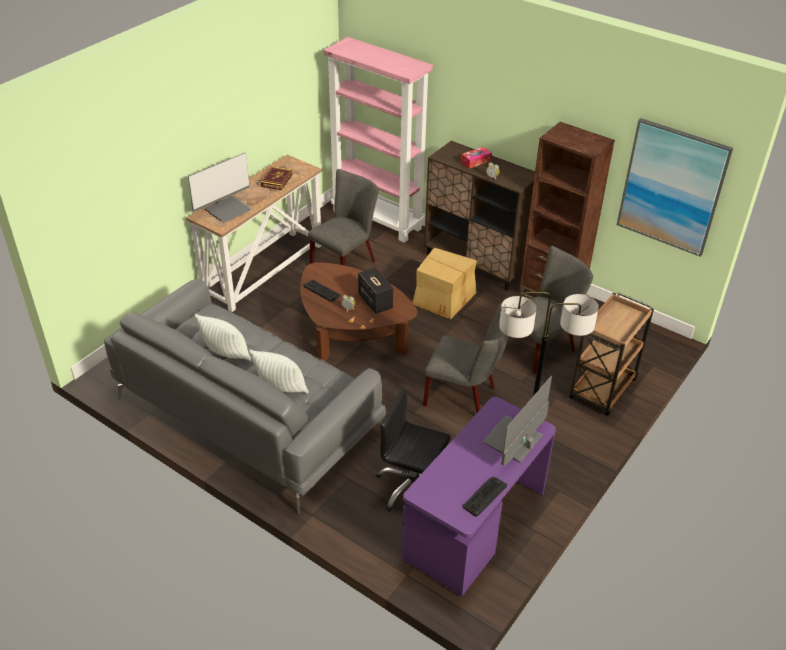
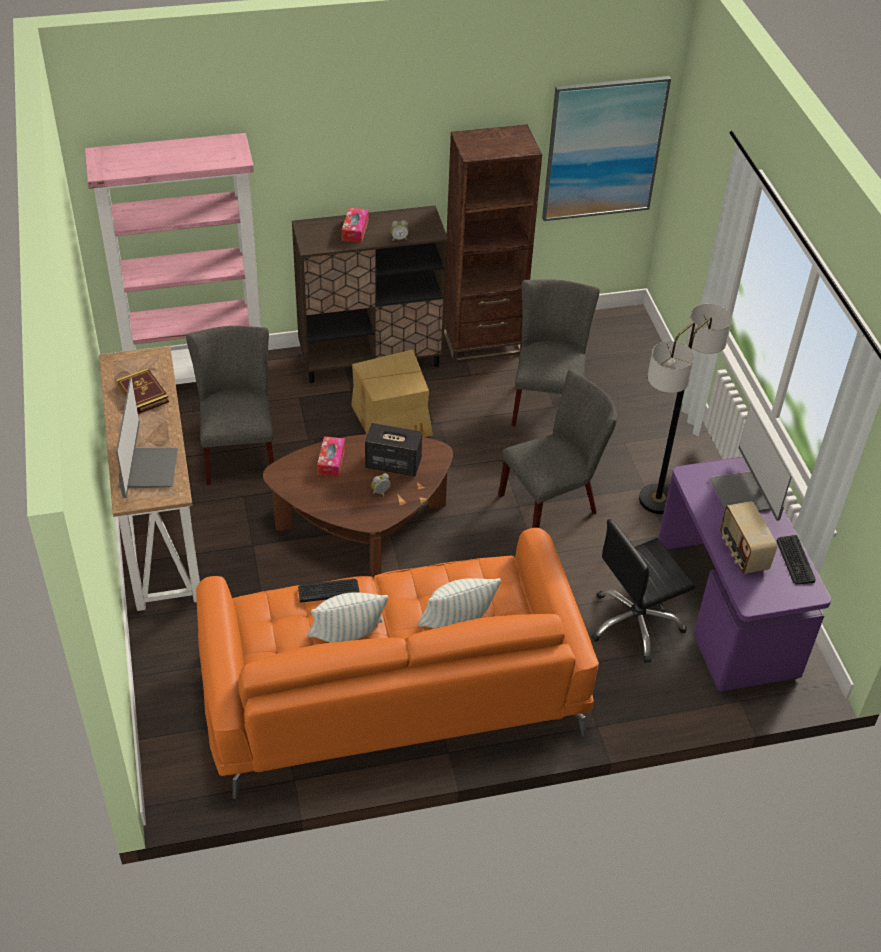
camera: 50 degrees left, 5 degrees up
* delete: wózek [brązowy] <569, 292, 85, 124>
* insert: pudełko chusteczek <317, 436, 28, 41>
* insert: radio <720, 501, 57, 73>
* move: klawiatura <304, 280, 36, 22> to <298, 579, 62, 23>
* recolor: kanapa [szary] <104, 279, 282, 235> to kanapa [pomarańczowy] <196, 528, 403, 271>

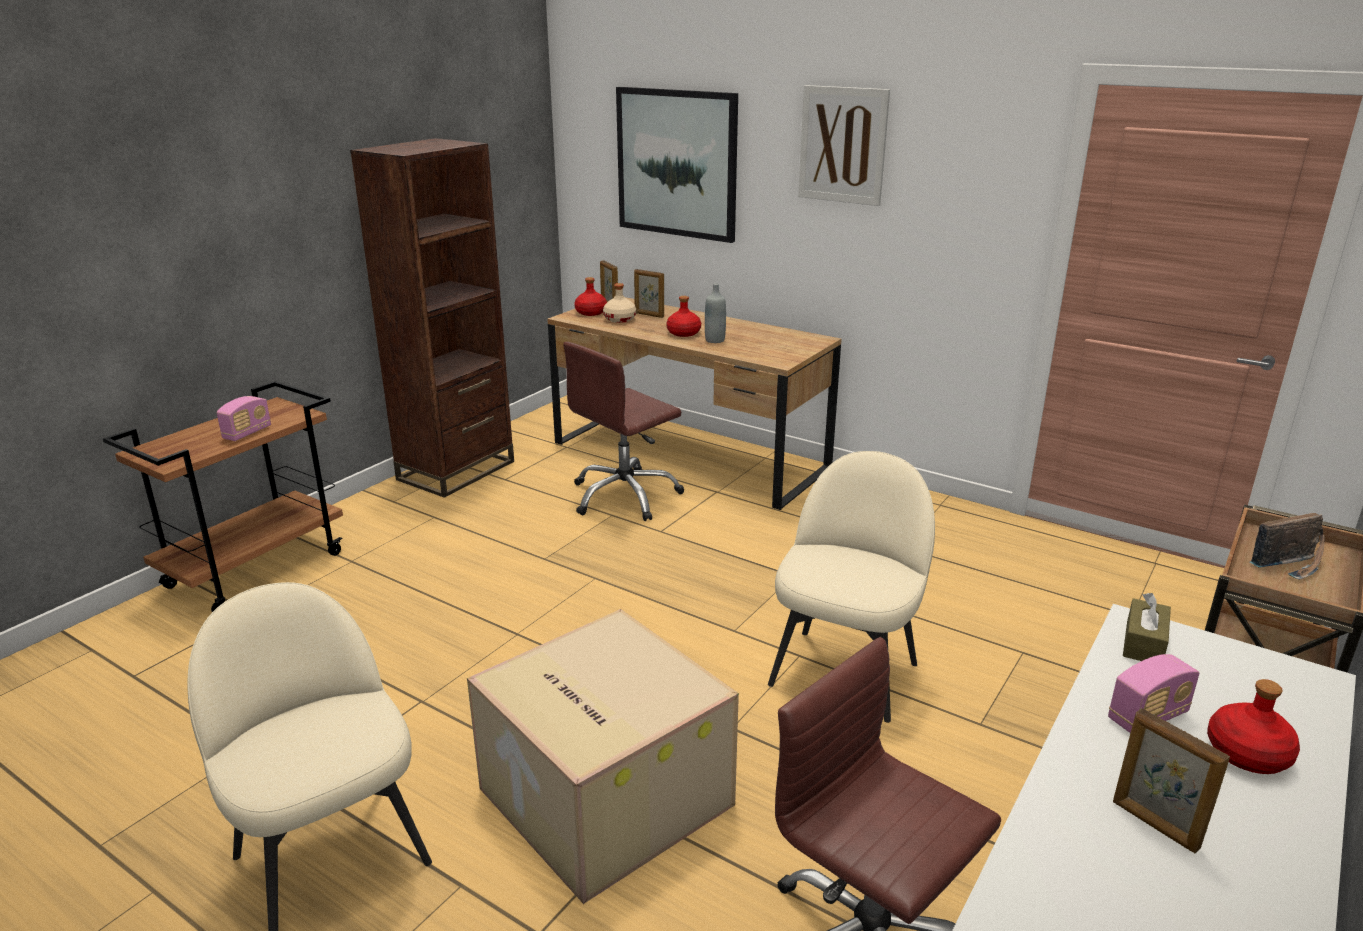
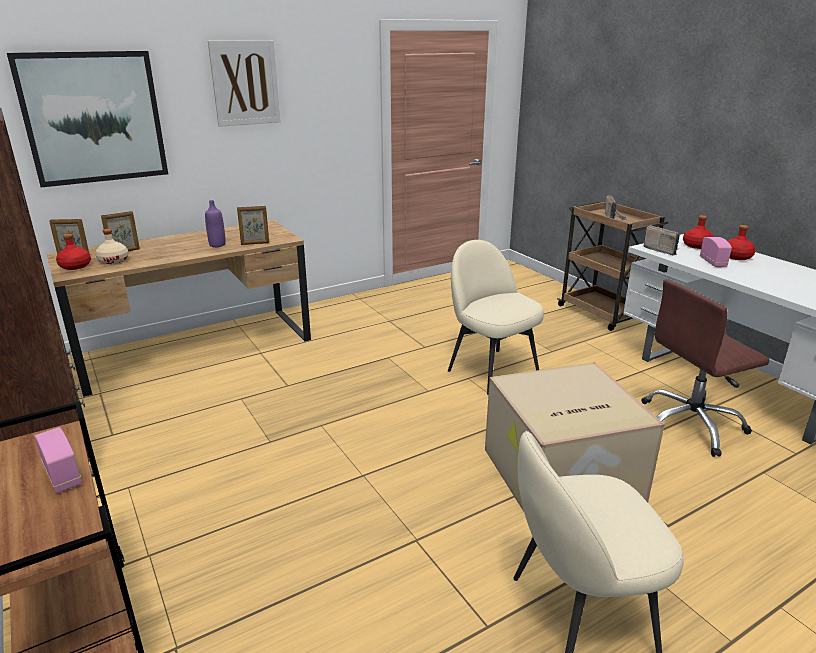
camera: 65 degrees left, 0 degrees up
* delete: krzesło biurowe [brązowy] <563, 342, 121, 179>
* move: butelka [czerwony] <666, 296, 35, 41> to <683, 215, 31, 34>
* move: ramka na zdjęcie <1113, 708, 117, 145> to <237, 206, 32, 39>
* replace: pudełko chusteczek [brązowy] <1123, 593, 48, 68> to radio <644, 225, 36, 31>
* recolor: butelka [szary] <705, 283, 21, 60> to butelka [fioletowy] <205, 200, 21, 47>

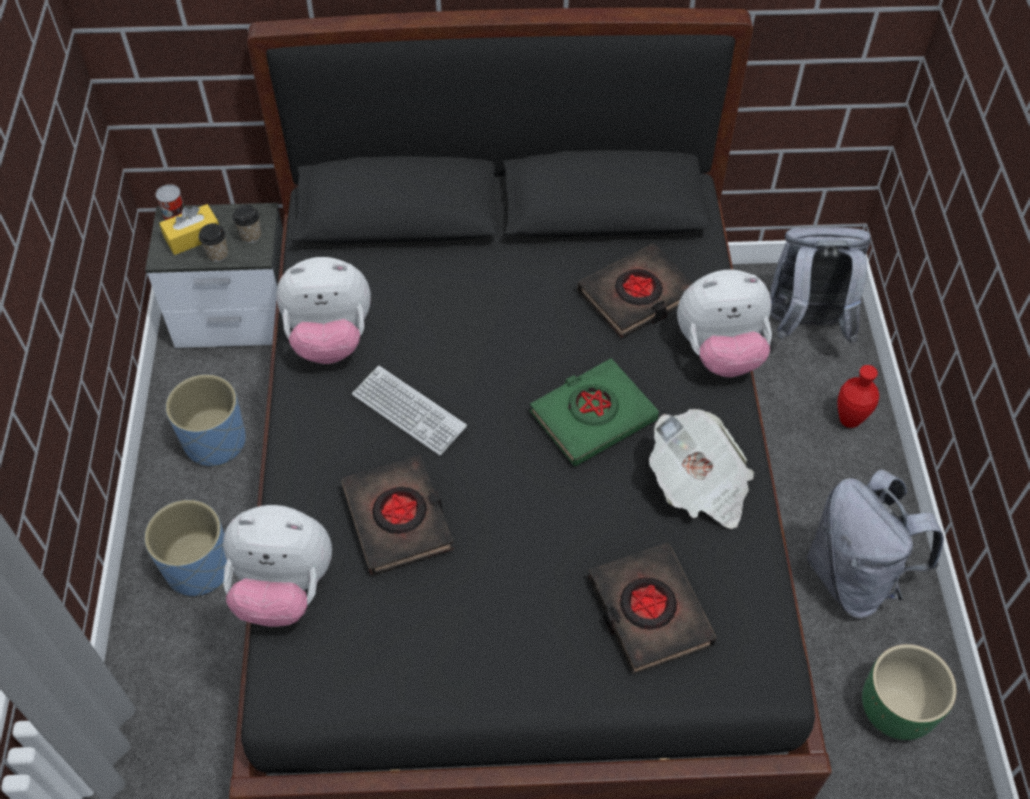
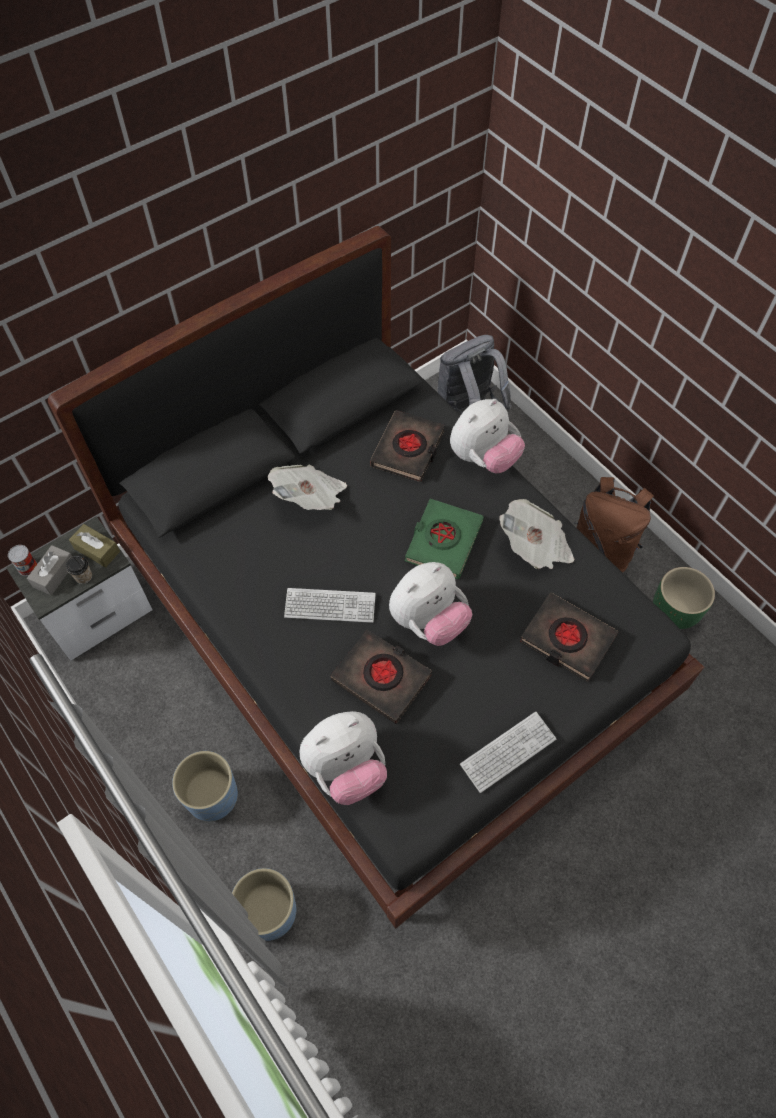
camera: 35 degrees left, 5 degrees up
* delete: wazon [czerwony] <837, 365, 42, 63>
* insert: gazeta <268, 465, 79, 45>
* insert: klawiatura <460, 712, 96, 81>
* move: donica [niebieski] <166, 374, 80, 93> to <232, 868, 64, 73>
* move: pluszak <276, 257, 95, 107> to <389, 562, 84, 84>
* replace: filiżanka <233, 205, 28, 38> to pudełko chusteczek [brązowy] <69, 524, 51, 44>
* recolor: pudełko chusteczek [żółty] <159, 204, 60, 51> to pudełko chusteczek [szary] <27, 545, 45, 50>
* recolor: plecak [szary] <807, 469, 137, 149> to plecak [brązowy] <573, 477, 81, 96>

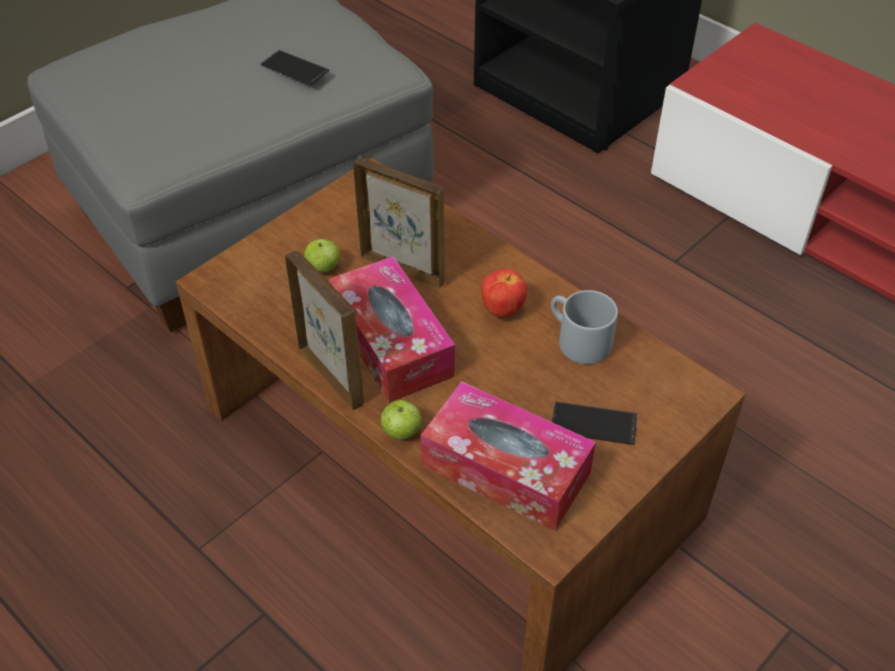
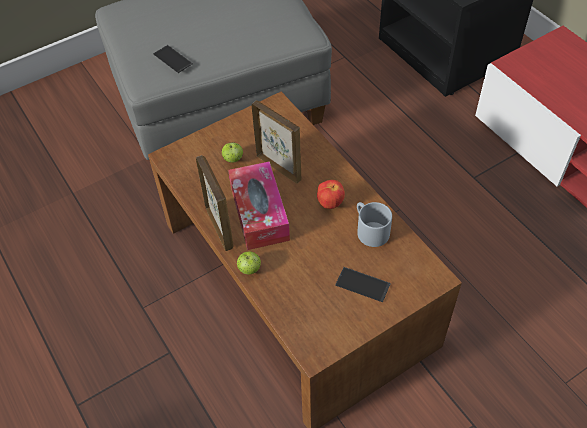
camera: 15 degrees right, 5 degrees up
* delete: pudełko chusteczek <421, 381, 175, 150>
* move: telefon <260, 50, 69, 35> to <153, 45, 40, 28>

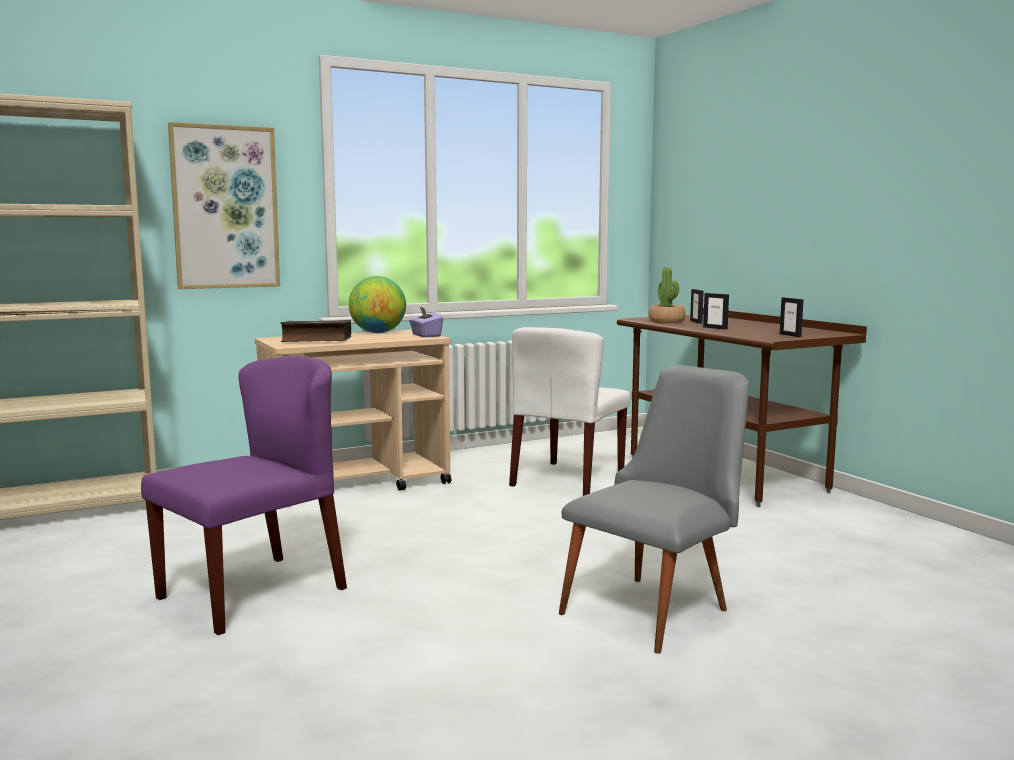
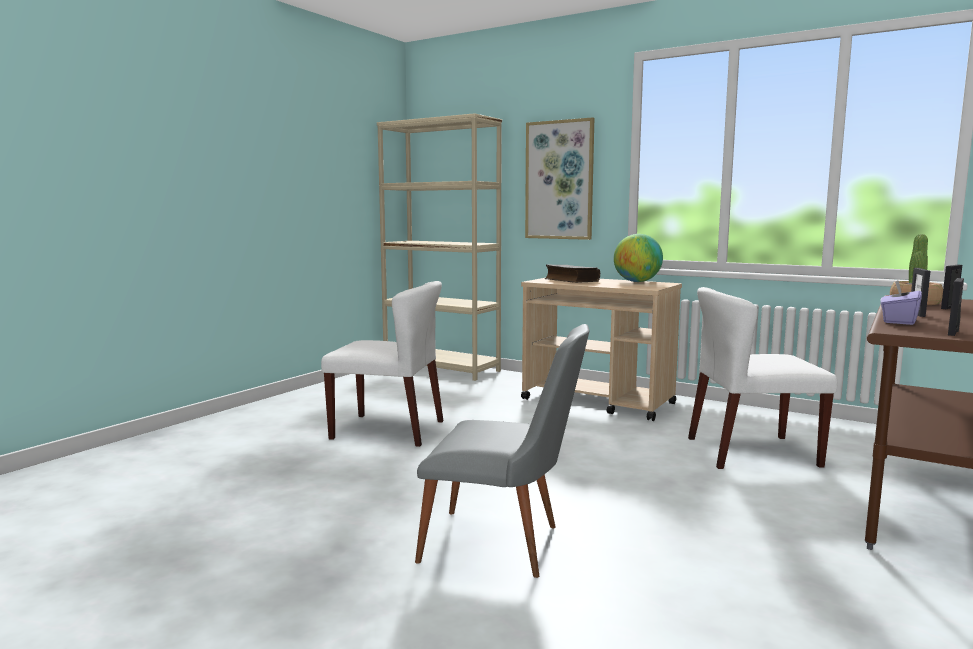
camera: 60 degrees right, 0 degrees up
* move: pudełko chusteczek [fioletowy] <409, 307, 34, 30> to <880, 281, 42, 44>
* recolor: krzesło [fioletowy] <141, 356, 206, 279> to krzesło [biały] <321, 281, 122, 166>

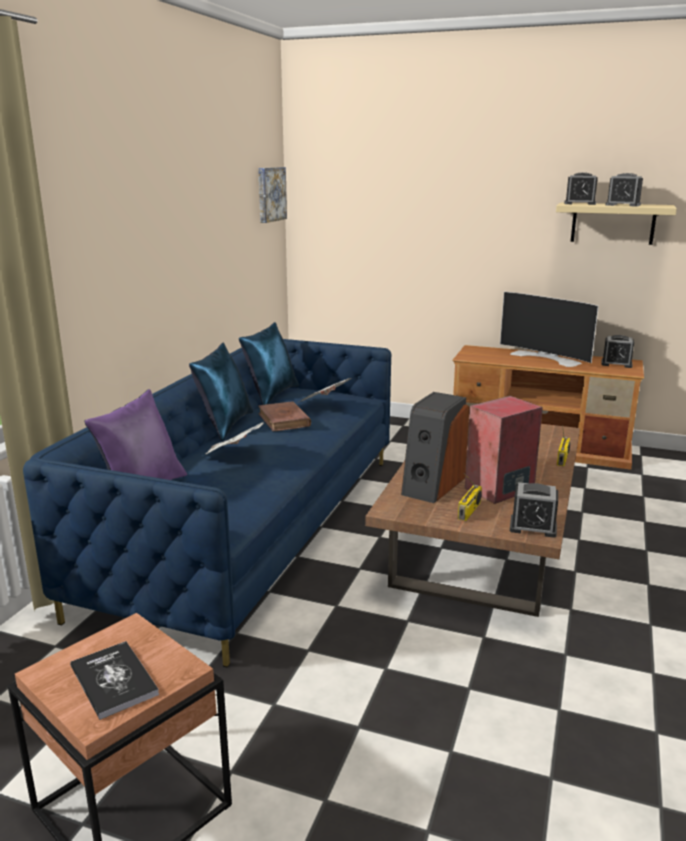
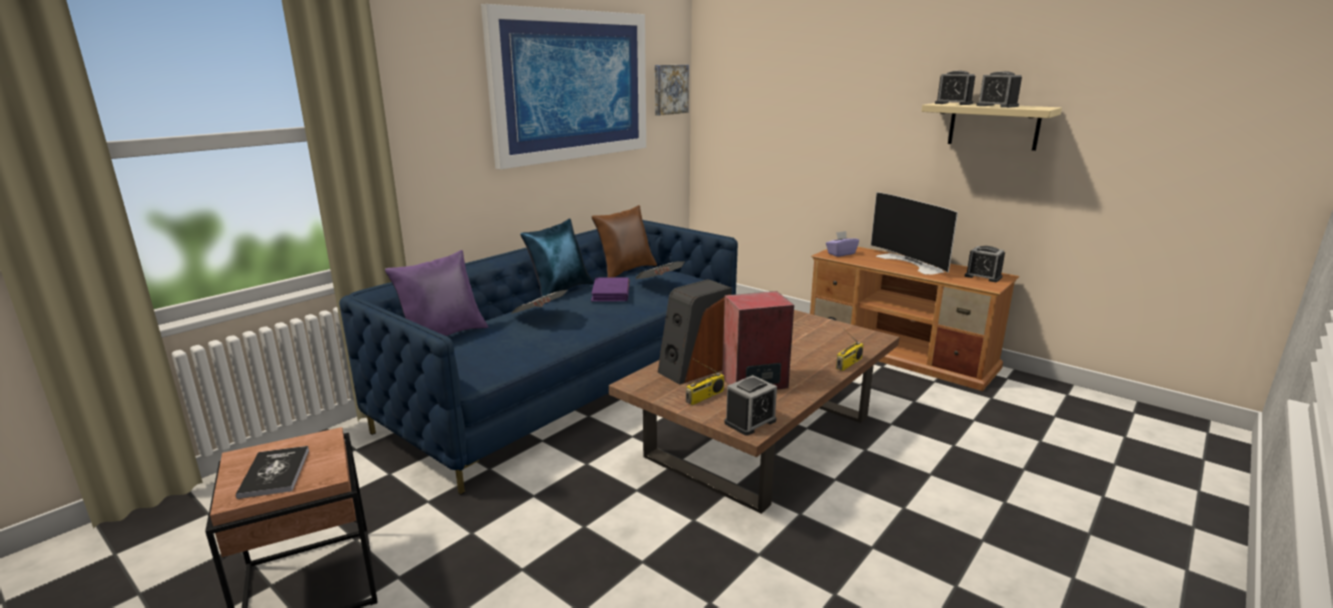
camera: 20 degrees right, 0 degrees up
* insert: obraz <481, 4, 165, 166>
* insert: pudełko chusteczek [fioletowy] <826, 231, 33, 26>
* recolor: poduszka [niebieski] <239, 322, 60, 83> to poduszka [brązowy] <592, 205, 65, 72>
* recolor: książka [brązowy] <258, 401, 53, 30> to książka [fioletowy] <591, 277, 39, 25>
* rotate: budzik <510, 482, 48, 56> = <724, 375, 53, 61> 75 degrees counterclockwise

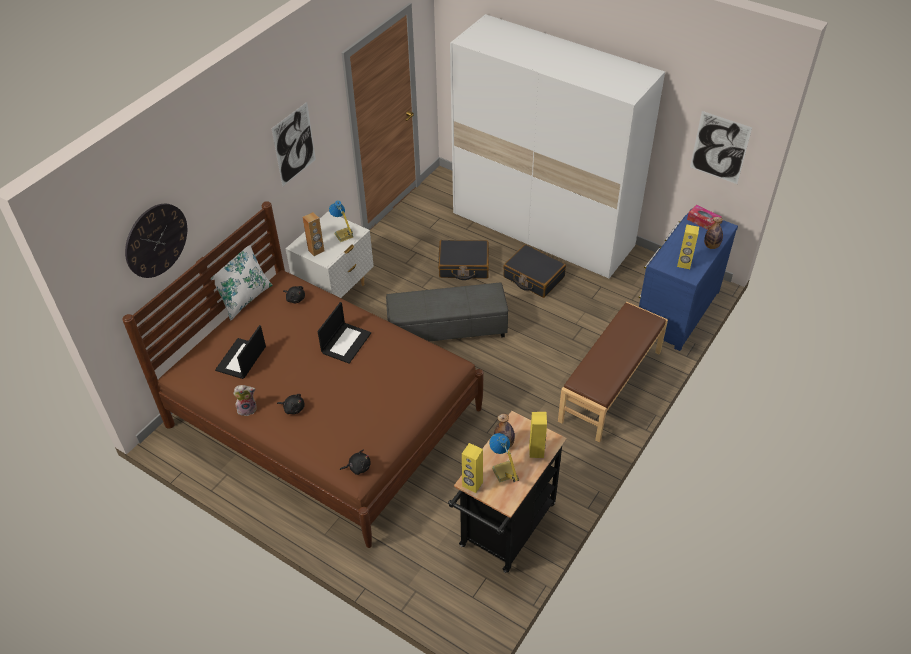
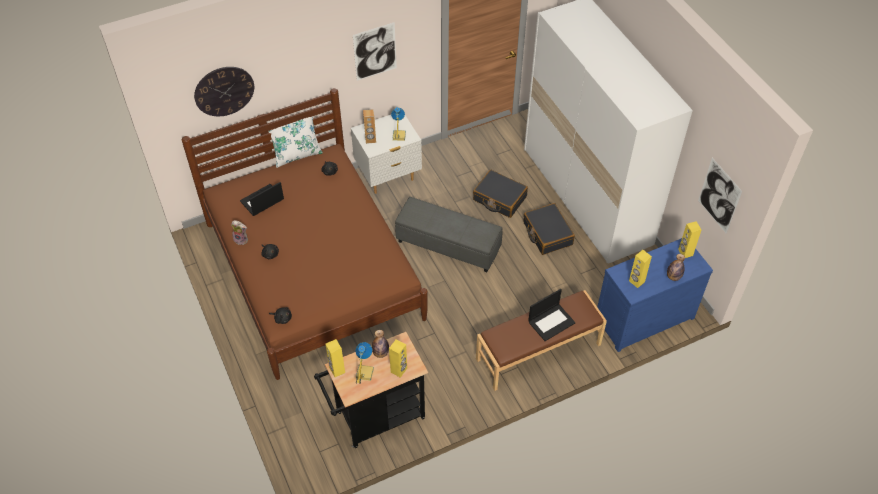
camera: 30 degrees right, 5 degrees up
* move: laptop <318, 302, 53, 62> to <528, 289, 48, 52>
* replace: pudełko chusteczek <687, 205, 35, 25> to głośnik [żółty] <678, 221, 24, 37>

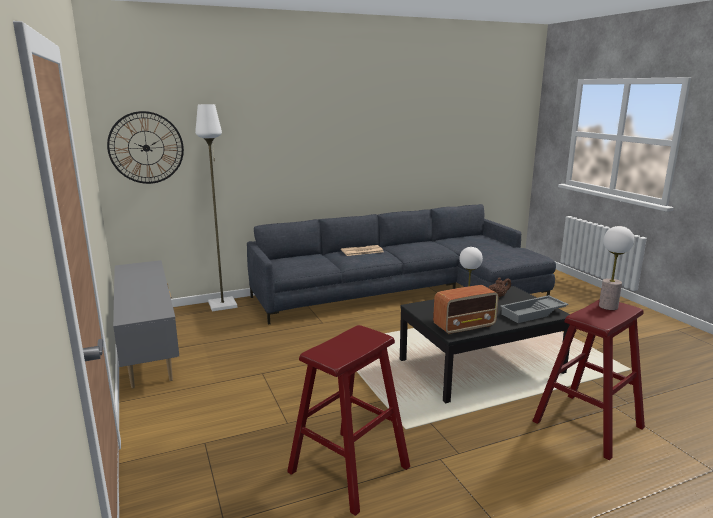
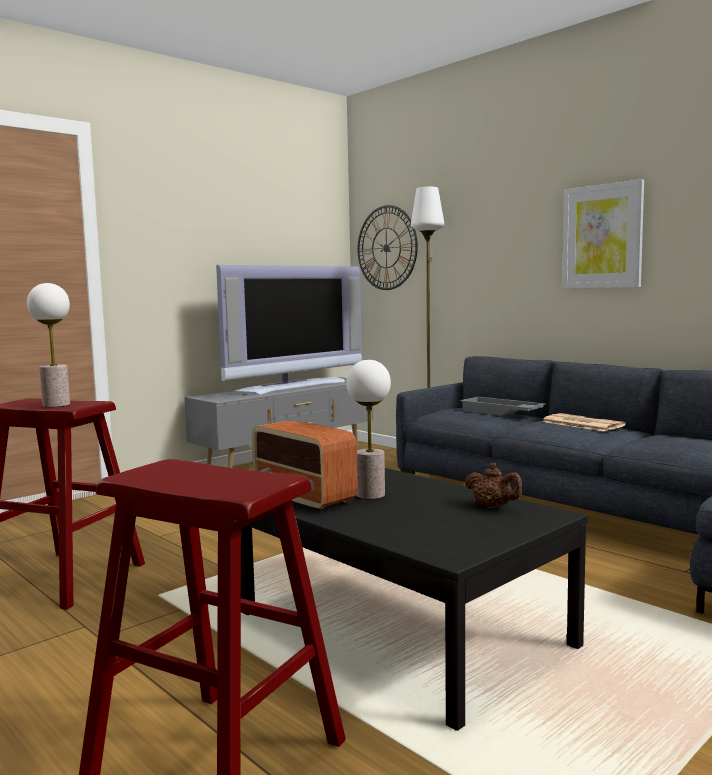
camera: 70 degrees right, 10 degrees down
* insert: telewizor <216, 265, 146, 130>
* insert: obraz <562, 179, 82, 110>
* move: taca [szary] <500, 295, 69, 28> to <460, 396, 86, 20>
* move: lampa stołowa <599, 226, 35, 84> to <27, 283, 43, 124>

